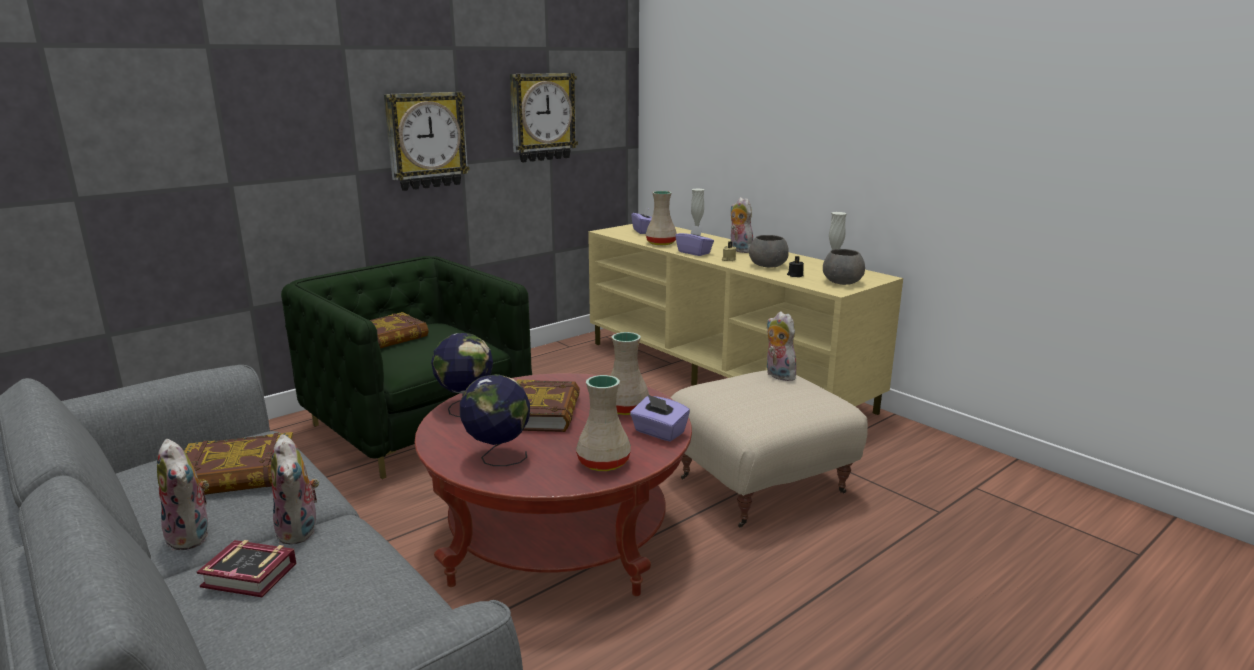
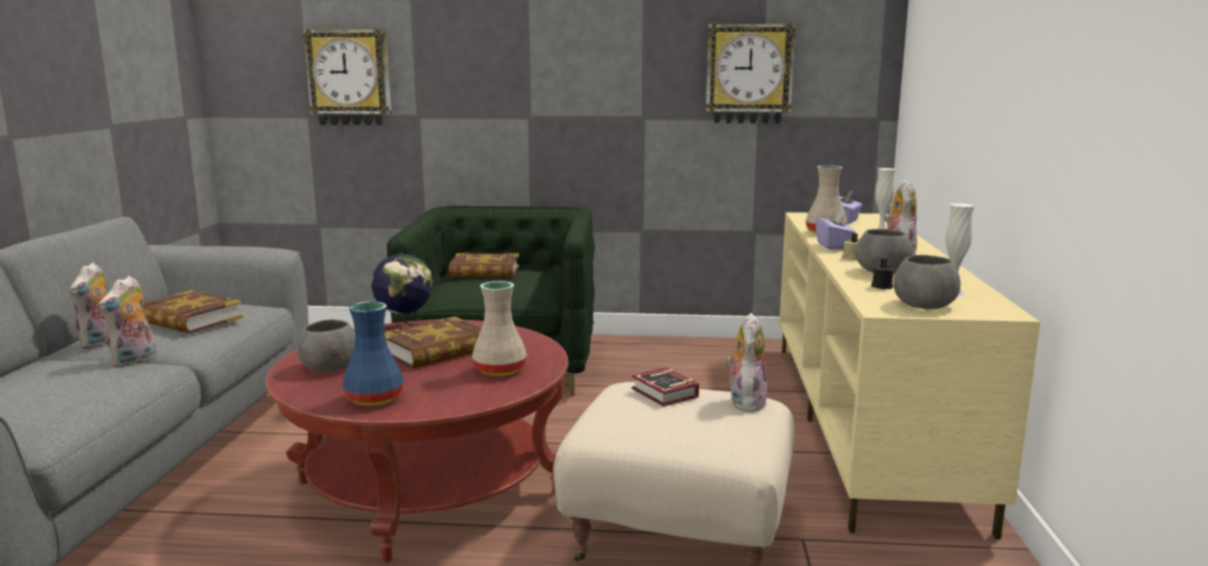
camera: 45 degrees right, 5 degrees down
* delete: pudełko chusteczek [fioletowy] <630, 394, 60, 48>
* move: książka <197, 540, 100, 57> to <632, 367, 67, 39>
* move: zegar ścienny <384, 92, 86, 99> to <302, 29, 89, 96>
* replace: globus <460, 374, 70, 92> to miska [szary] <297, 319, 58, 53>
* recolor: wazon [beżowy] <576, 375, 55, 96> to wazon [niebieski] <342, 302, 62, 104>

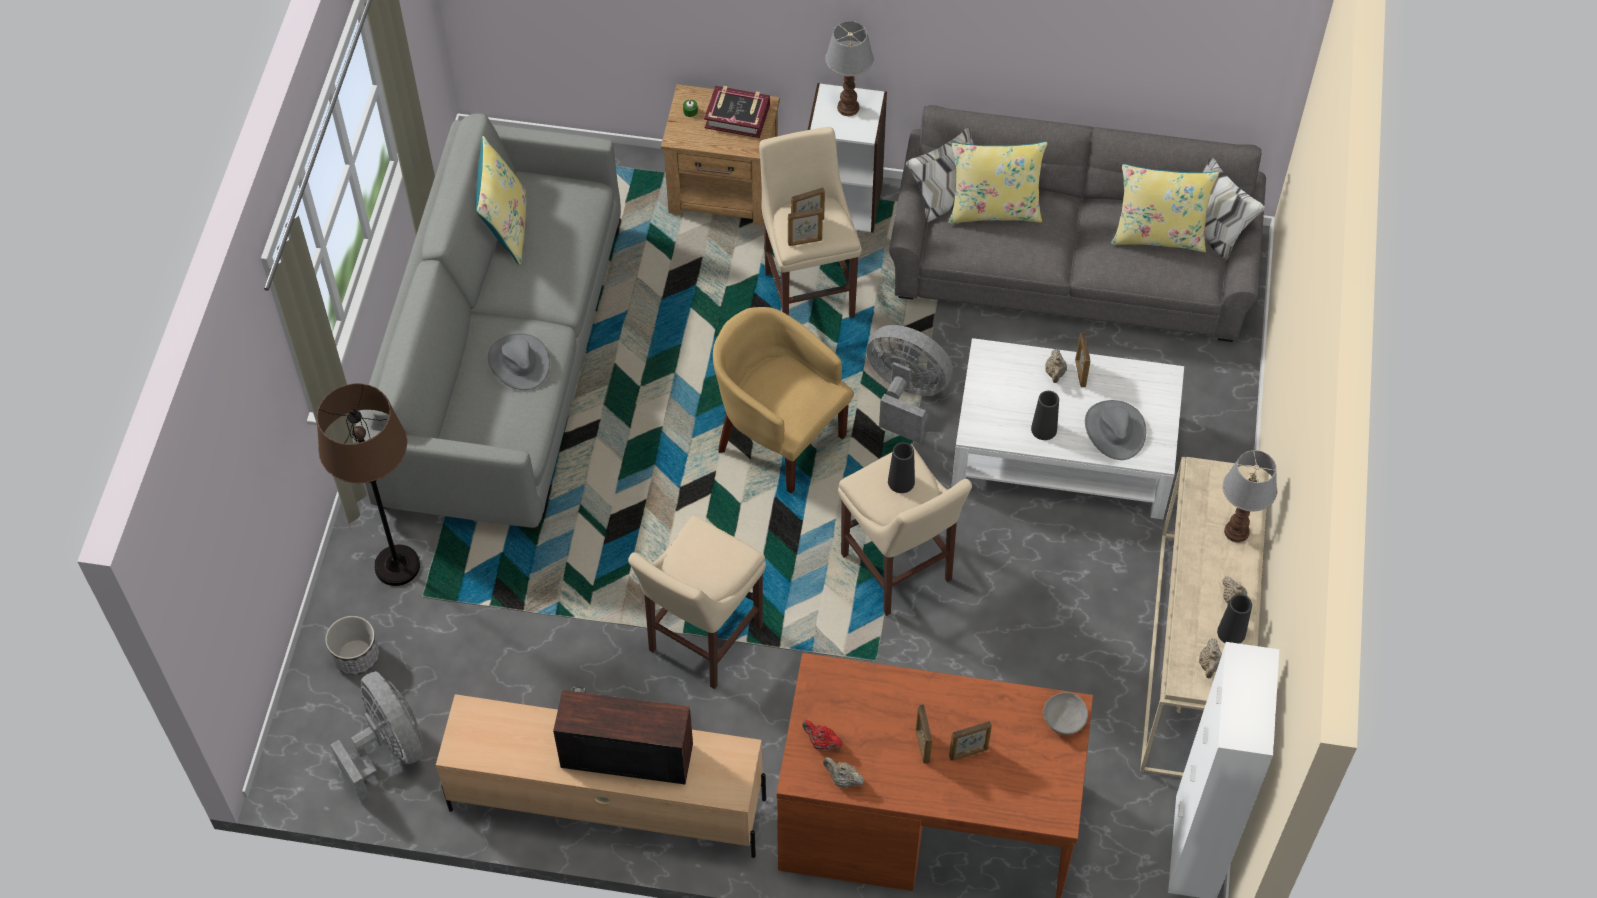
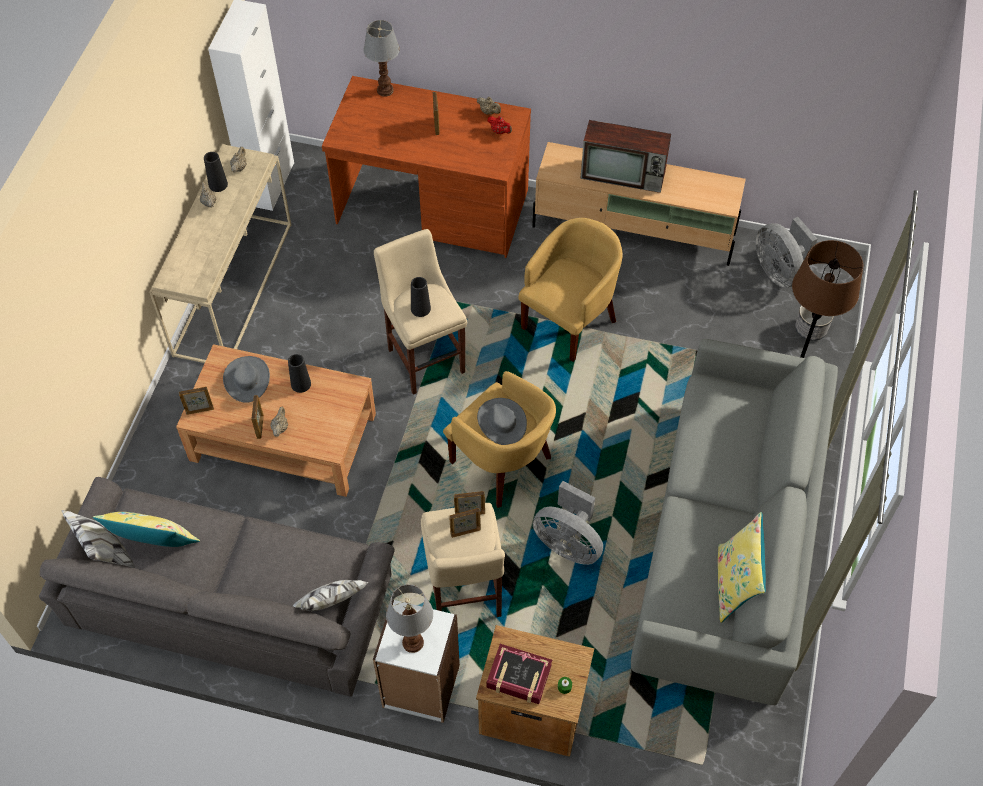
camera: 175 degrees left, 0 degrees up
* delete: poduszka [żółty] <948, 142, 100, 82>
* delete: miska [szary] <1043, 692, 45, 43>
* move: kapelusz [szary] <488, 333, 62, 57> to <477, 398, 50, 47>
* move: wentylator [szary] <867, 325, 86, 118> to <533, 481, 70, 84>
* move: ramka na zdjęcie <949, 721, 43, 40> to <179, 387, 35, 28>
* move: lampa stołowa <1223, 450, 54, 93> to <364, 20, 36, 77>
* replace: stołek [beżowy] <628, 516, 138, 173> to fotel [żółty] <518, 218, 105, 144>
* recolor: ława [biały] <952, 338, 232, 181> to ława [brązowy] <176, 344, 200, 153>

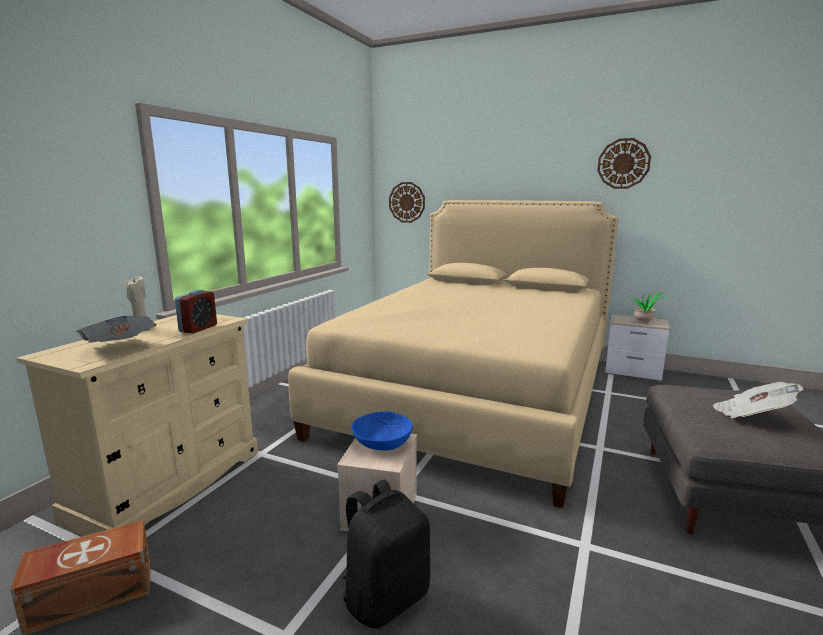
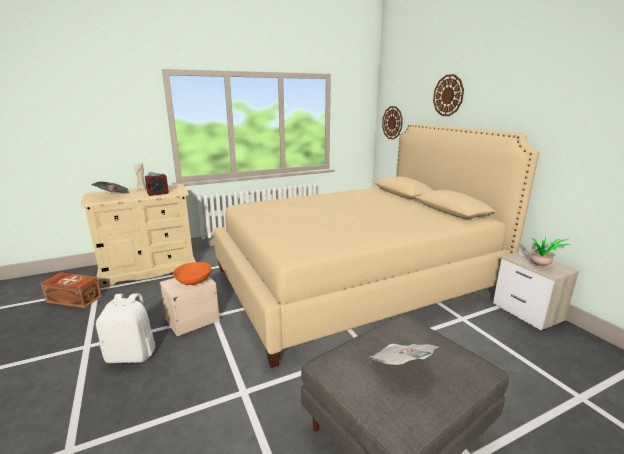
camera: 40 degrees right, 5 degrees up
* move: zegar ścienny <597, 138, 54, 51> to <433, 74, 31, 42>
* recolor: plecak [czarny] <343, 479, 87, 150> to plecak [biały] <96, 293, 59, 70>
* recolor: miska [niebieski] <352, 411, 61, 40> to miska [pomarańczowy] <173, 262, 39, 23>

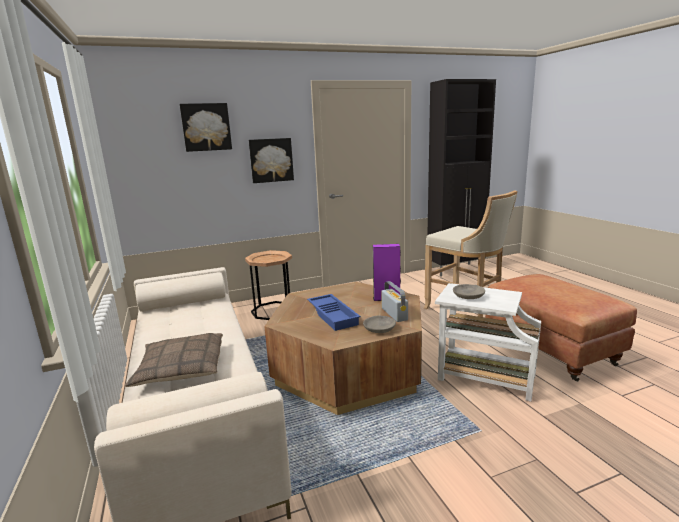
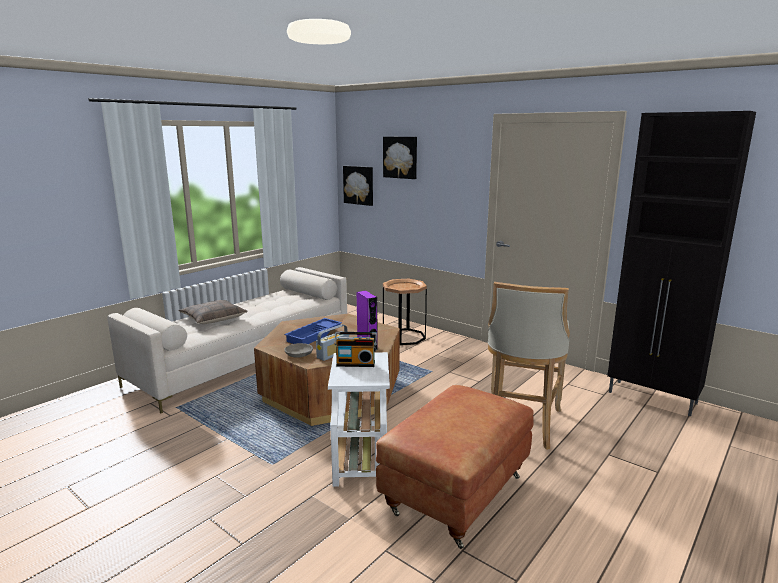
camera: 60 degrees right, 0 degrees up
* move: obraz <249, 138, 45, 45> to <343, 166, 30, 40>
* replace: miska [szary] <453, 284, 32, 15> to radio <334, 332, 43, 35>

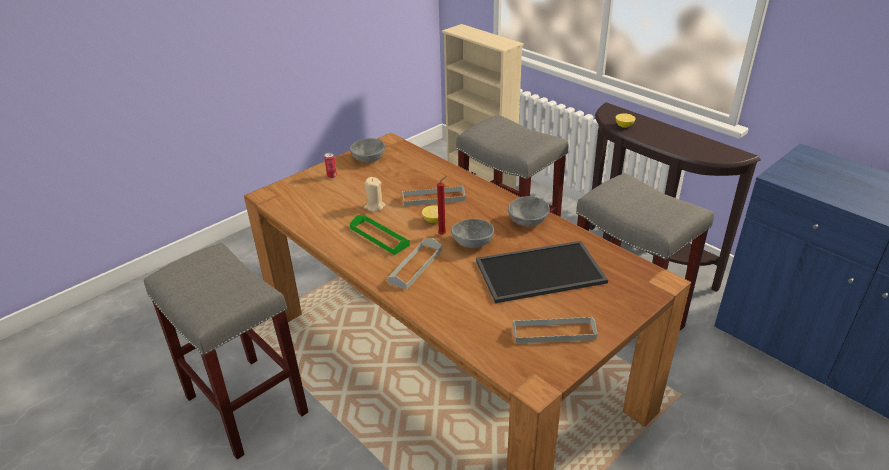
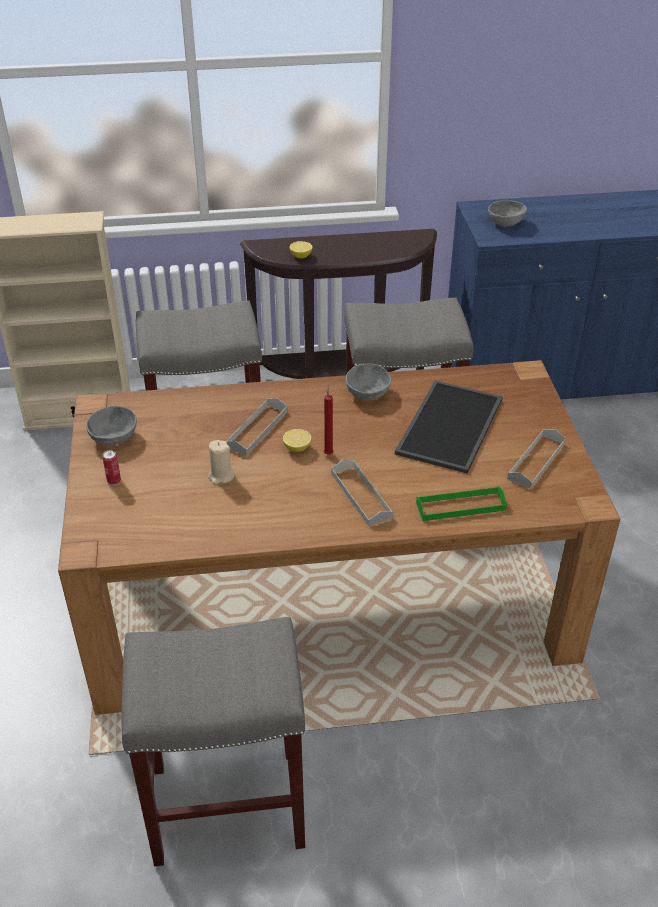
camera: 55 degrees left, 5 degrees up
* move: taca [zielony] <350, 215, 60, 40> to <416, 486, 91, 35>
* move: miska [szary] <451, 219, 43, 29> to <488, 200, 39, 27>

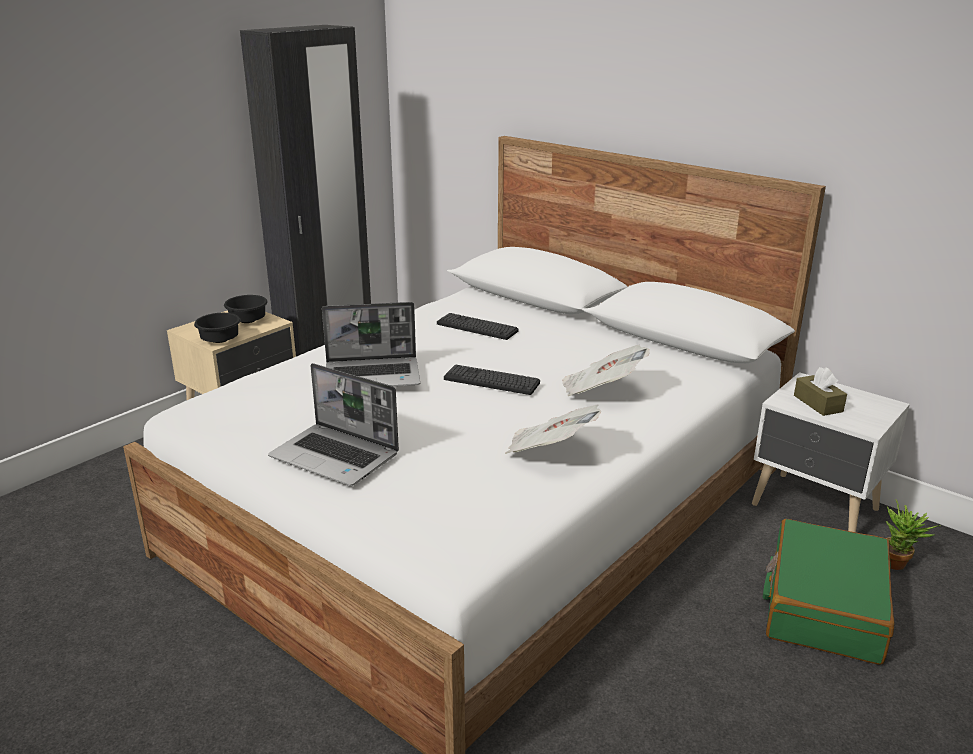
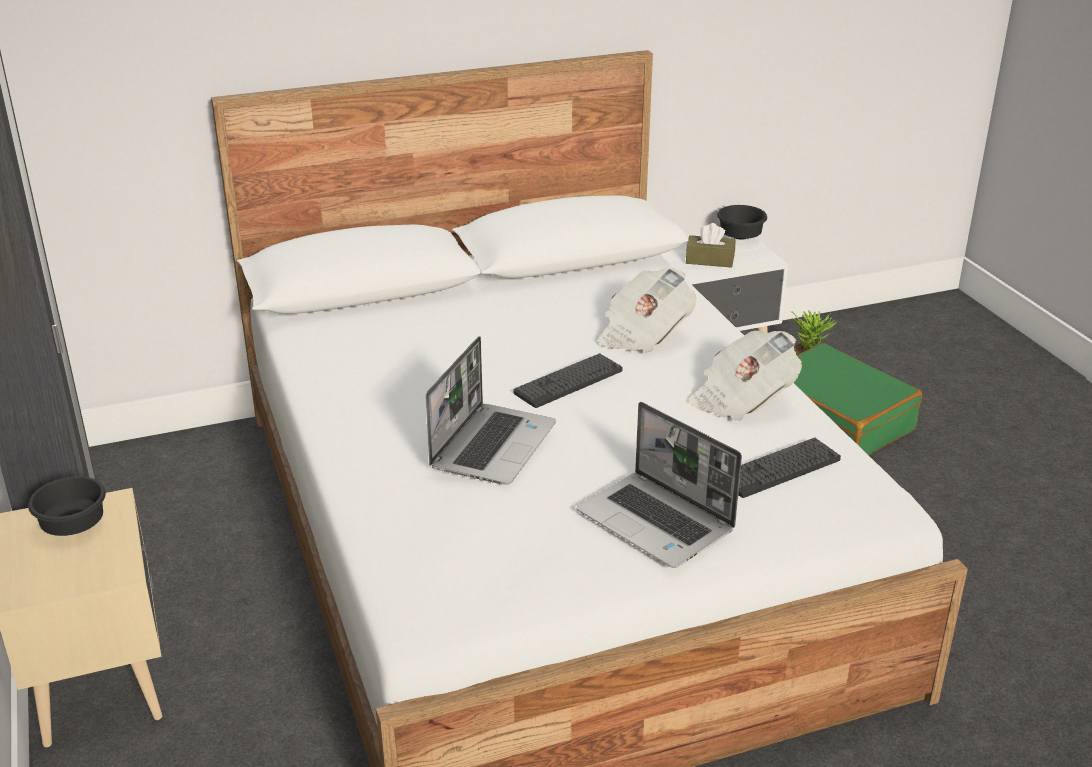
camera: 60 degrees left, 5 degrees up
* move: miska [czarny] <194, 313, 47, 30> to <717, 205, 50, 35>
* move: klawiatura <437, 313, 82, 27> to <738, 438, 103, 60>
* rotate: laptop <268, 363, 131, 123> = <576, 402, 166, 166> 75 degrees clockwise

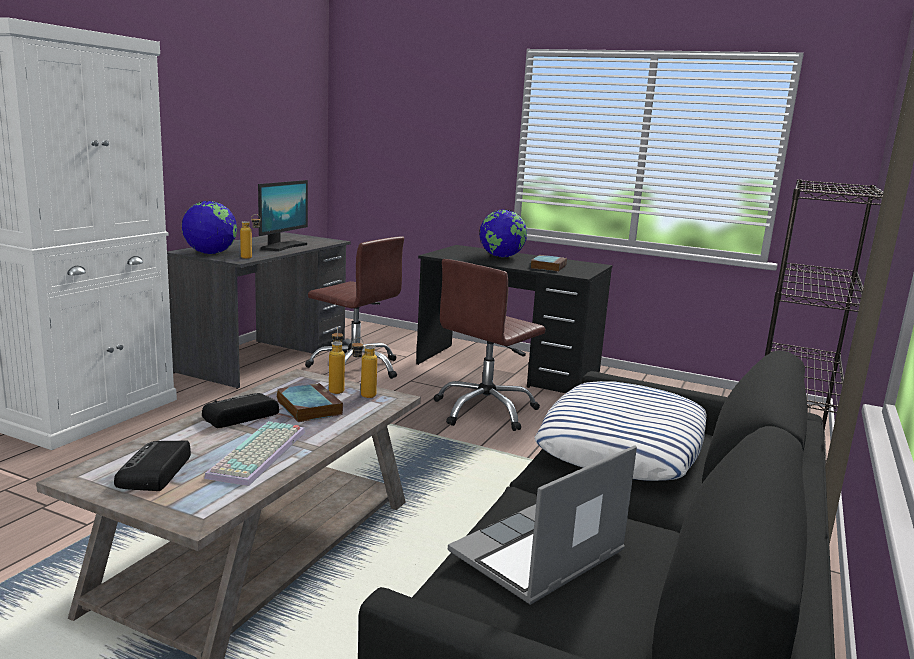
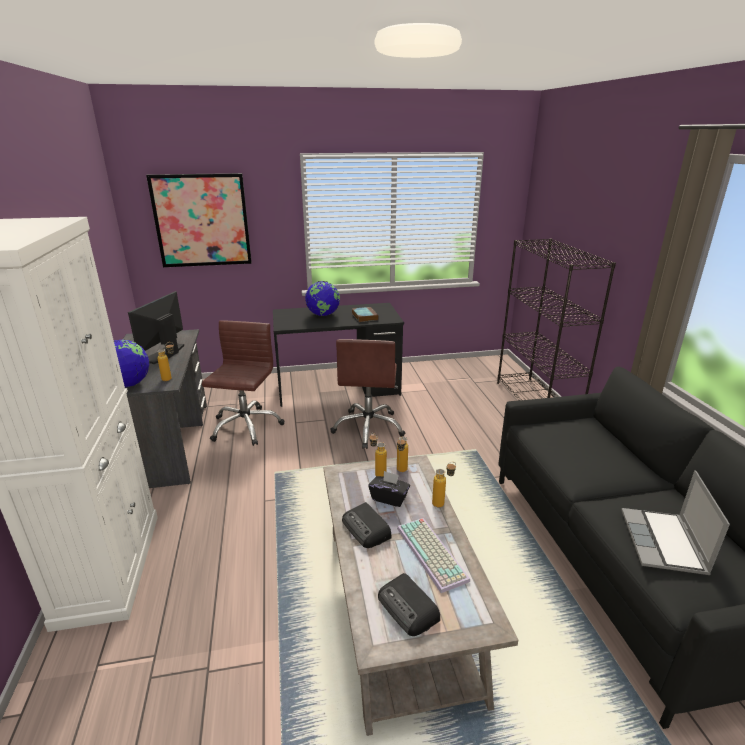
camera: 35 degrees left, 10 degrees up
* delete: poduszka <535, 381, 172, 100>
* insert: obraz <146, 173, 106, 94>
* insert: butelka <432, 462, 24, 45>
* replace: książka <277, 383, 66, 39> to pudełko chusteczek [czarny] <368, 471, 42, 36>
* rotate: radio <202, 393, 77, 35> = <342, 502, 49, 46> 45 degrees counterclockwise
* rotate: monitor <258, 180, 50, 71> = <128, 291, 56, 73> 150 degrees counterclockwise
* rotate: krzesło biurowe [brązowy] <305, 236, 99, 143> = <202, 320, 83, 126> 75 degrees counterclockwise

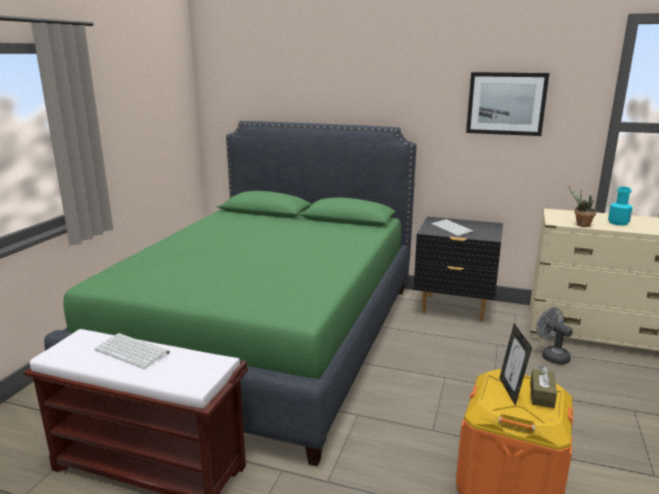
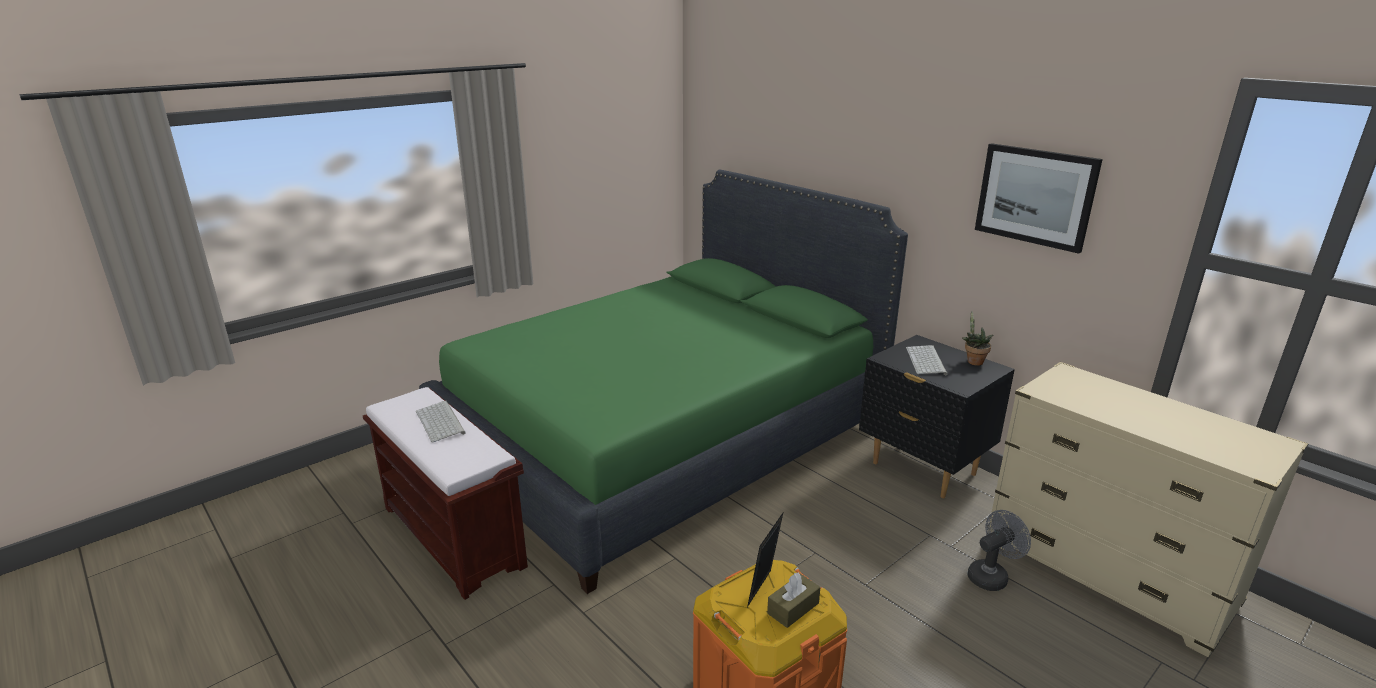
camera: 30 degrees right, 5 degrees up
* delete: butelka [turkusowy] <608, 187, 25, 38>
* move: roślina doniczkowa <569, 186, 28, 41> to <962, 311, 31, 55>
* rotate: wentylator [szary] <537, 307, 36, 57> = <967, 510, 64, 81> 60 degrees clockwise

